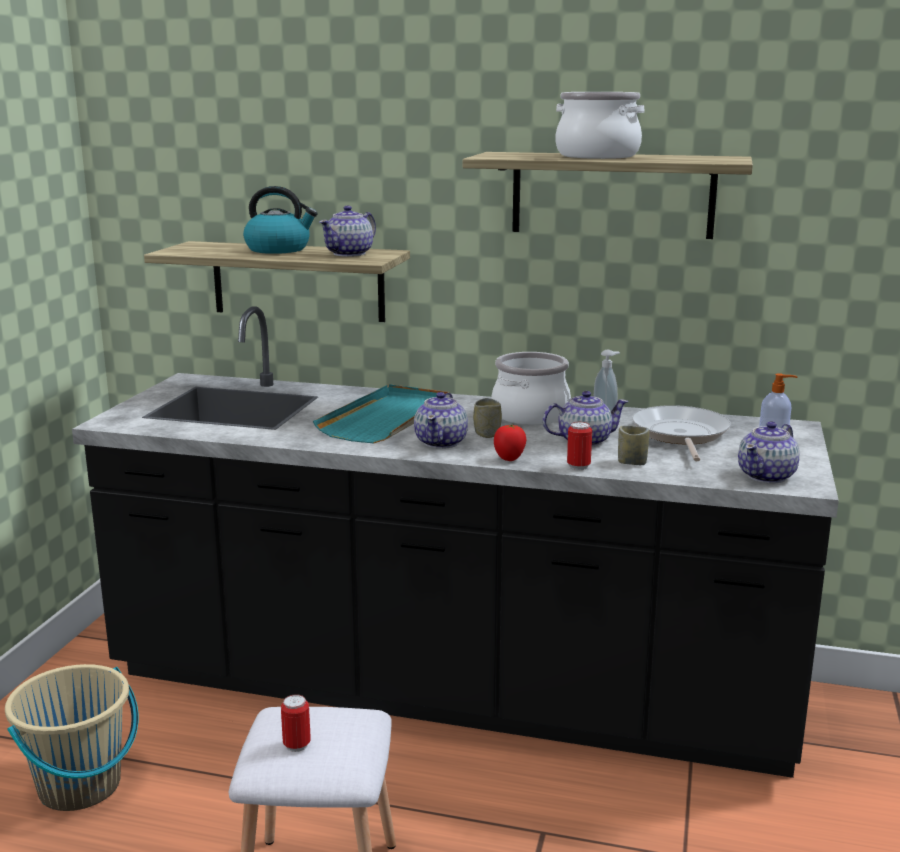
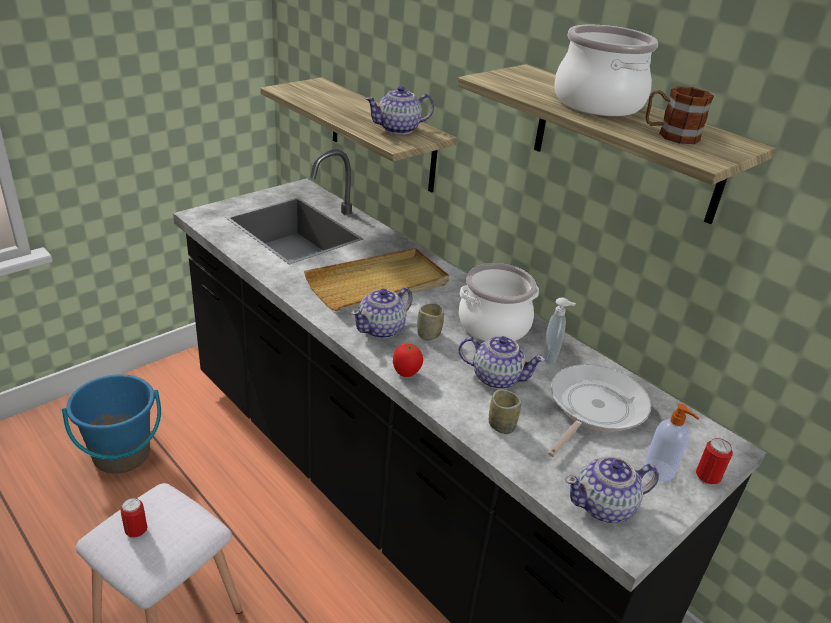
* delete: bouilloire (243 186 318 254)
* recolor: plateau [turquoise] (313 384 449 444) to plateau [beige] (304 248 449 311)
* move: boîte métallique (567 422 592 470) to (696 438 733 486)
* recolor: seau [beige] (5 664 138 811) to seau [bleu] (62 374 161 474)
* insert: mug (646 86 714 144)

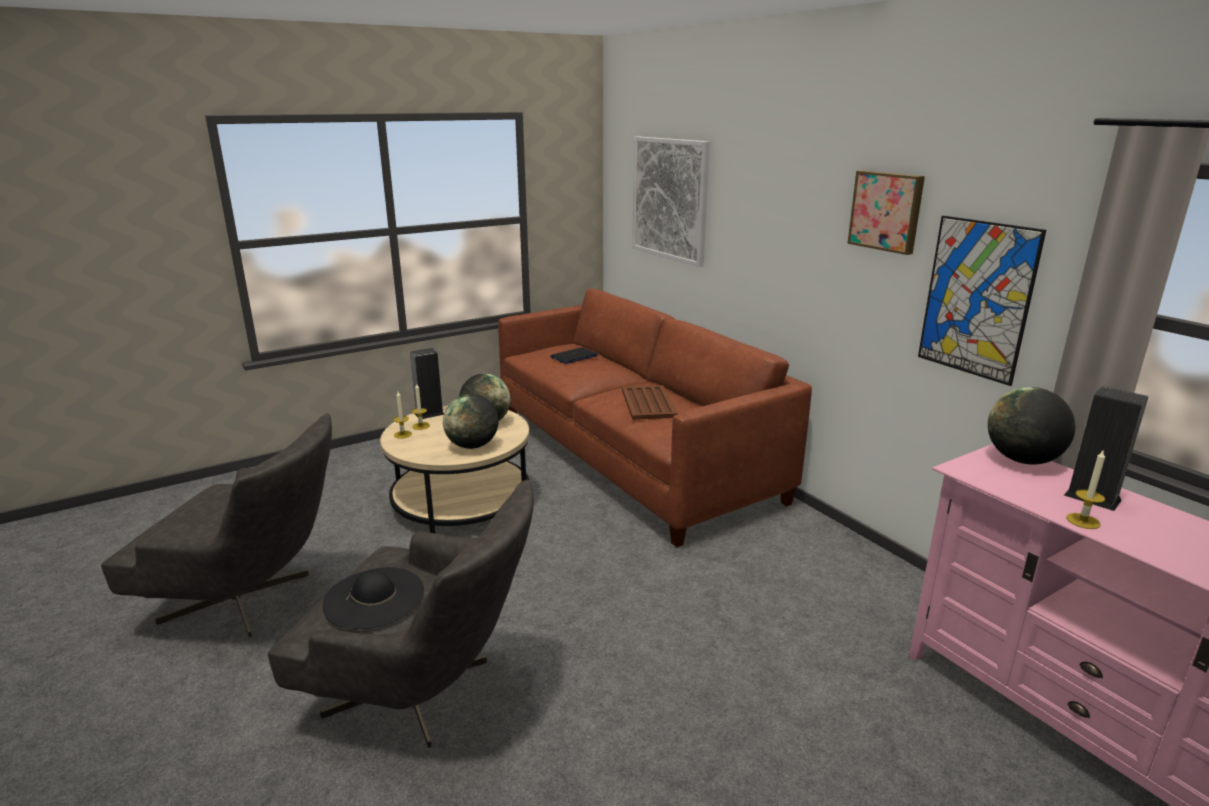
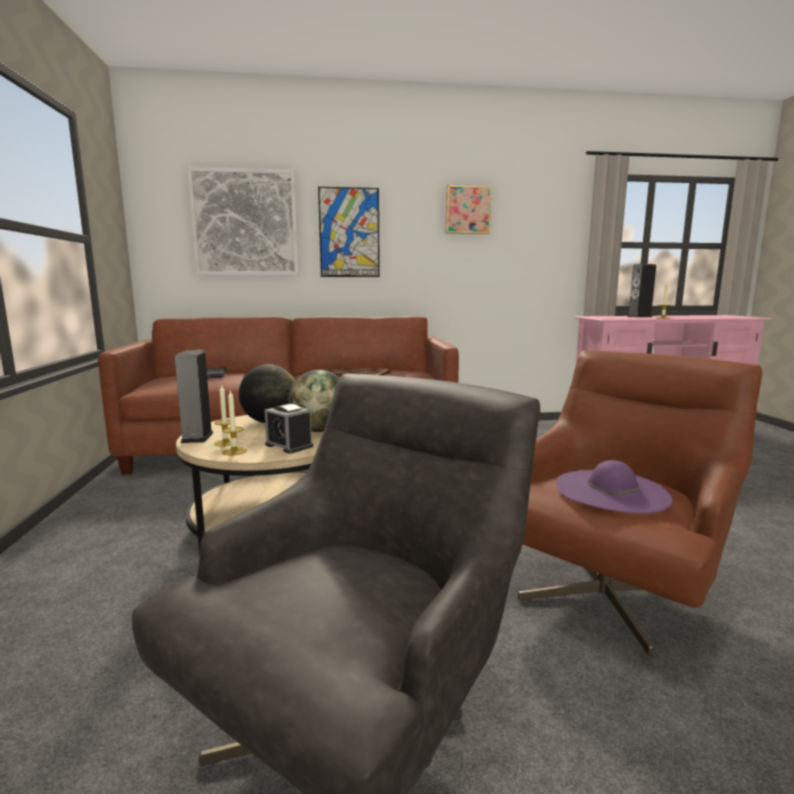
* move: tableau (918 216 1046 386) to (318 187 380 277)
* delete: globe (988 387 1075 465)
* recolor: fauteuil [gris] (268 480 534 748) to fauteuil [marron] (518 350 763 655)
* recolor: chapeau [noir] (323 567 424 629) to chapeau [violet] (556 460 673 514)
* insert: réveil (265 404 313 454)

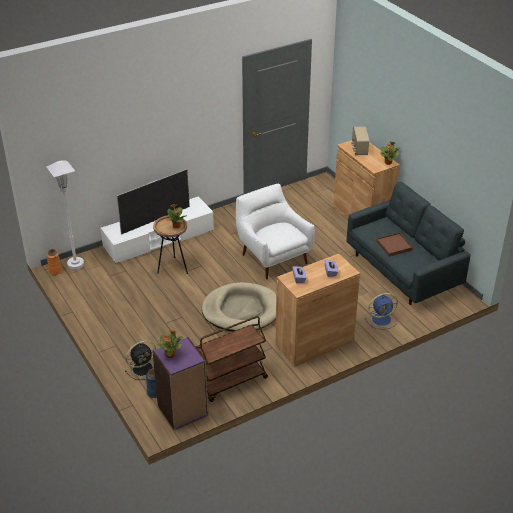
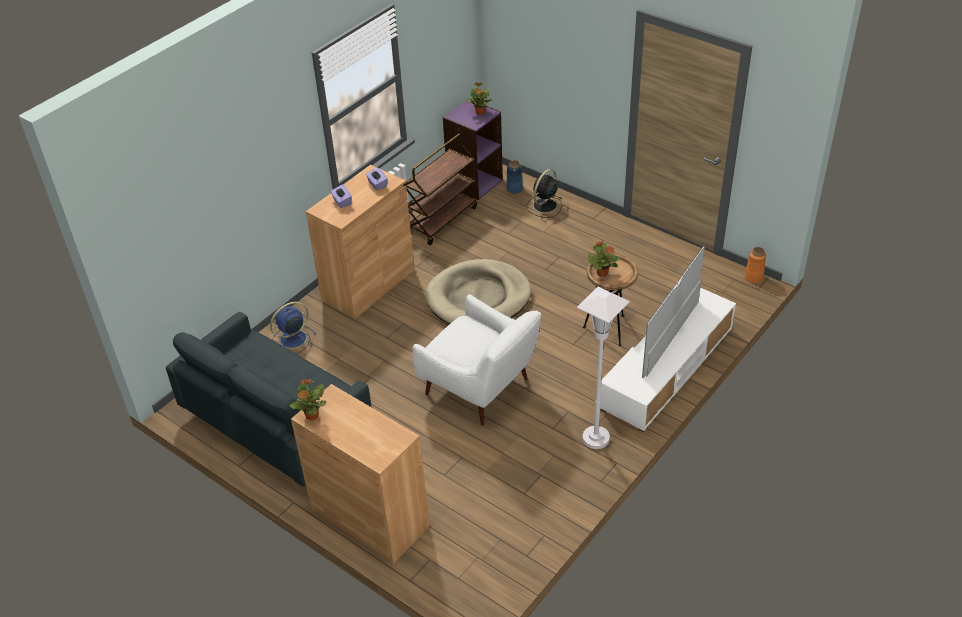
* delete: radio (351 127 369 155)
* move: lampadaire [blanc] (46 160 84 269) to (577 287 630 449)
* delete: plateau [marron] (376 233 413 257)

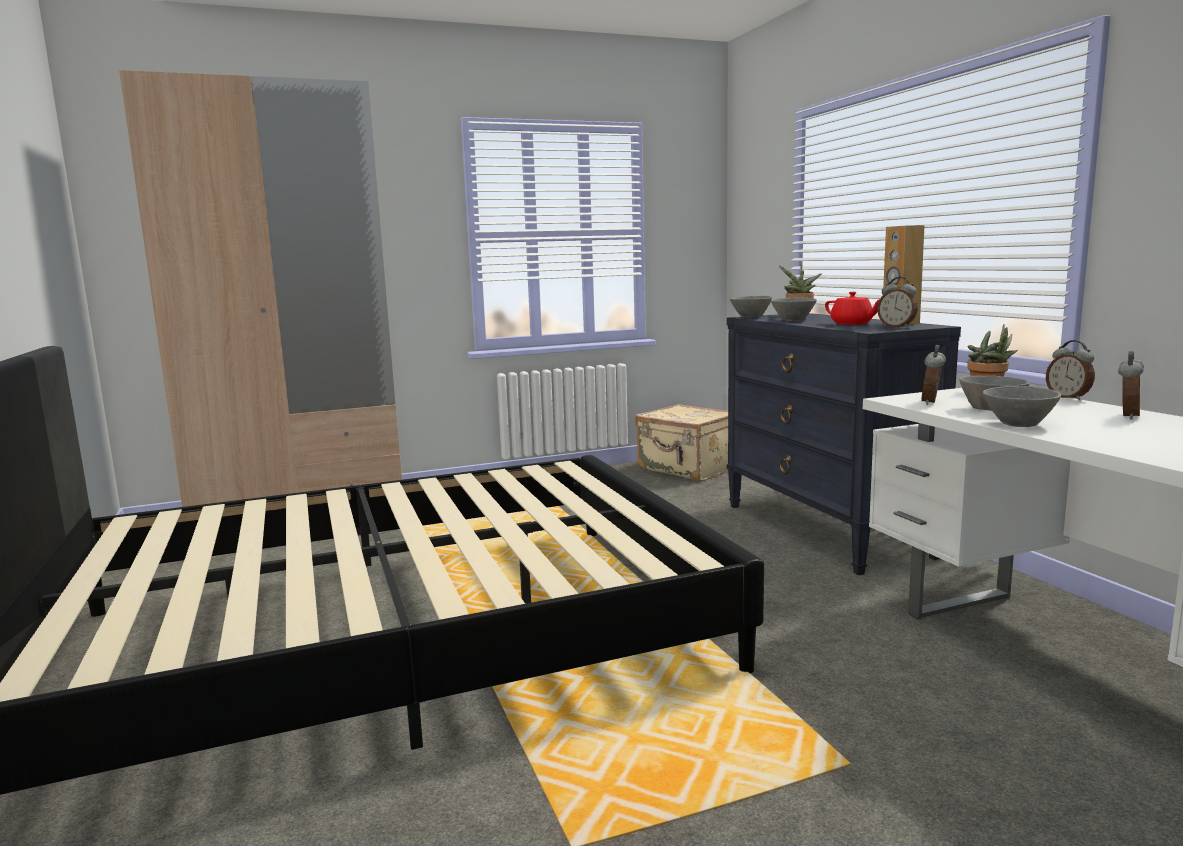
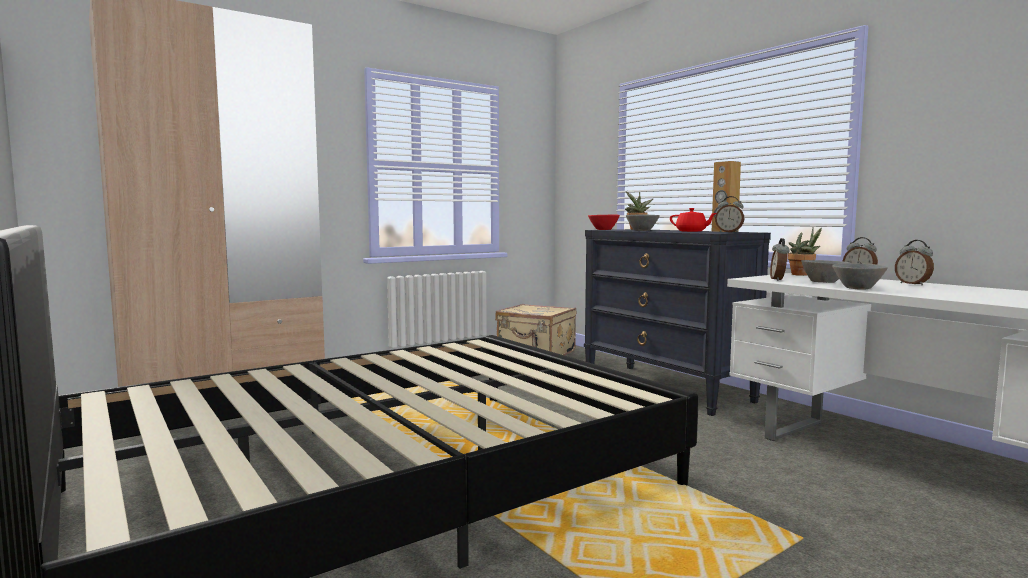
* recolor: bol [gris] (730 296 772 318) to bol [rouge] (588 214 620 230)
* rotate: réveil (1118 351 1144 419) = (895 240 934 285) 135 degrees clockwise

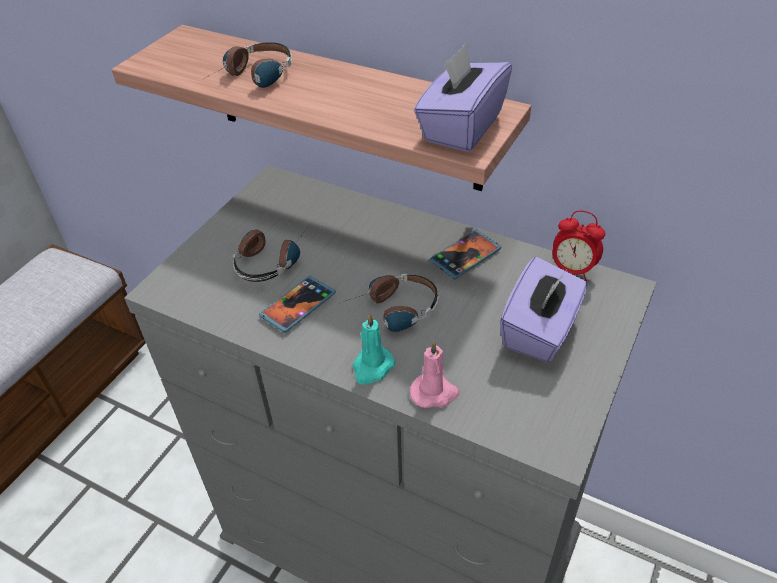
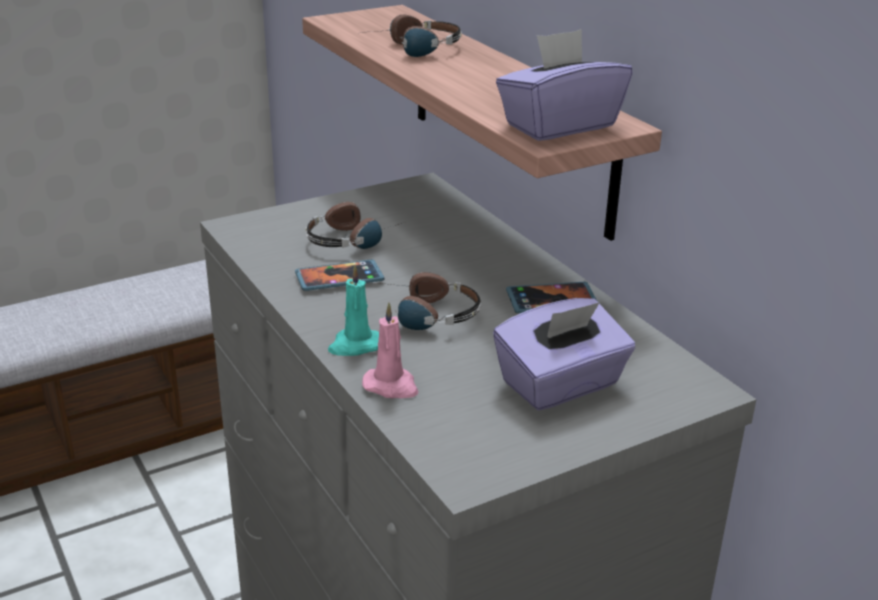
* delete: réveil (553 211 605 282)

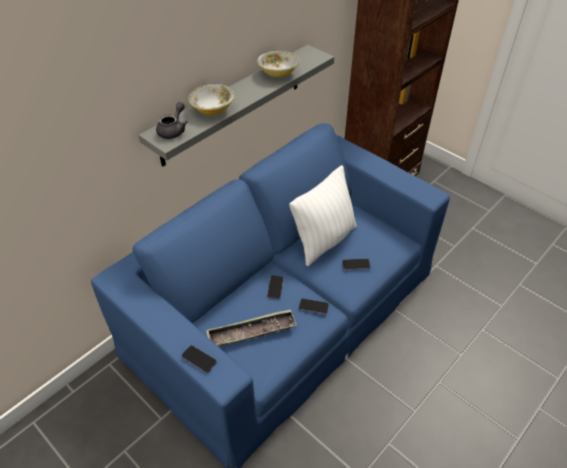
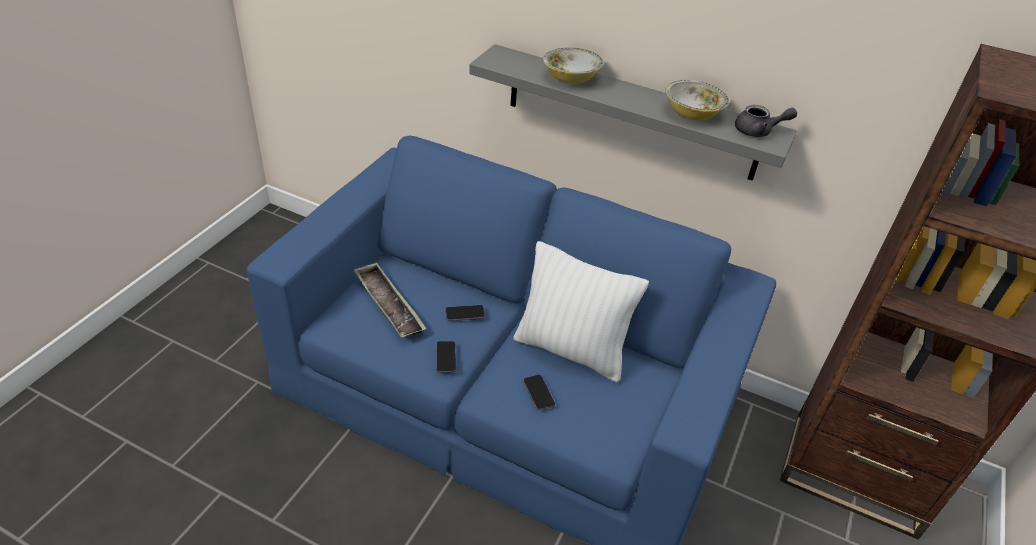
* move: théière [gris] (156 102 188 139) to (735 105 797 137)
* delete: téléphone (181 345 217 373)

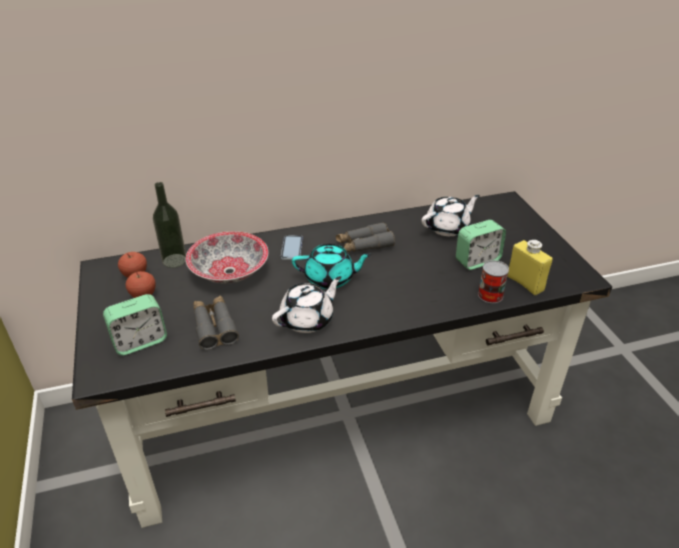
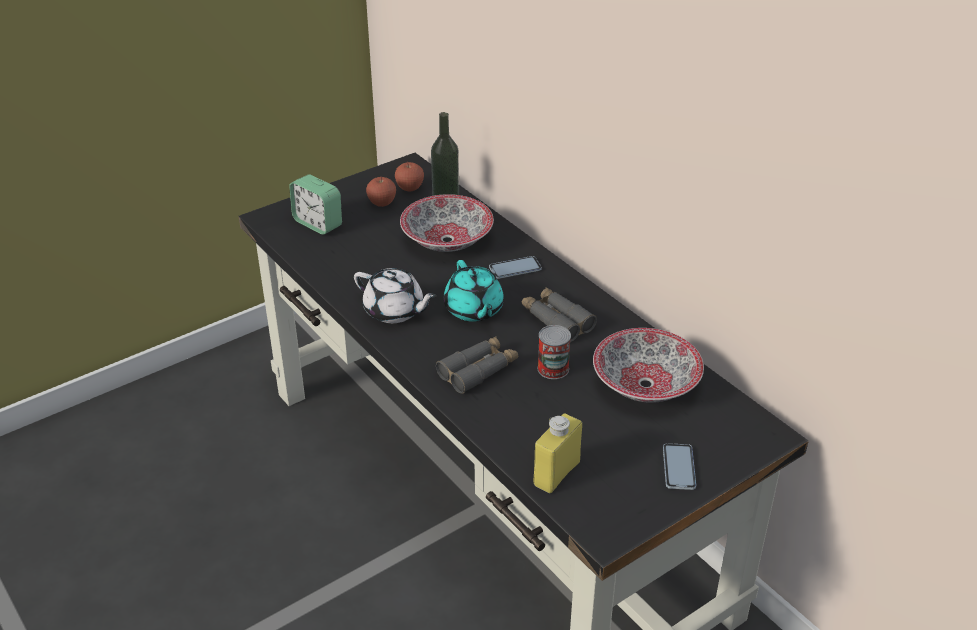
* replace: théière [blanc] (421 195 480 236) to bol (593 328 704 403)
* delete: réveil (456 220 506 270)
* move: boîte métallique (478 260 509 303) to (538 325 571 379)
* move: jumelles [gris] (193 296 239 350) to (436 336 518 394)
* insert: téléphone (663 443 696 490)

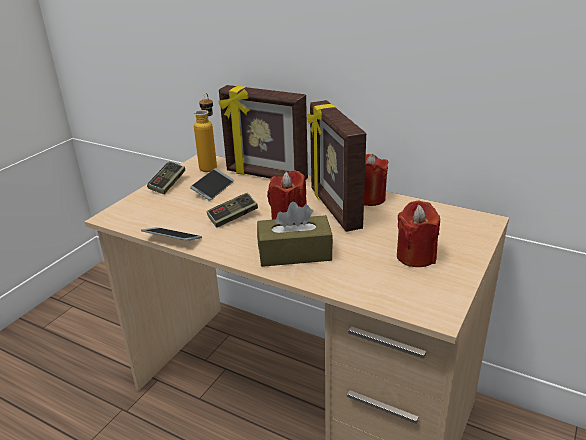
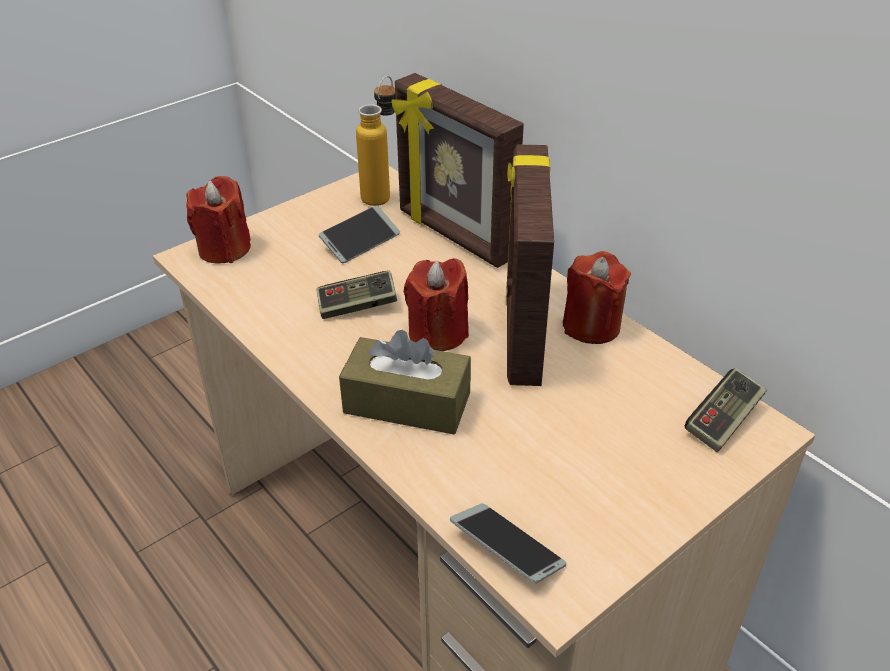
* move: manette (147 161 185 194) to (685 368 767 452)
* move: bougie [rouge] (397 201 440 267) to (186 176 251 264)
* move: téléphone (141 227 202 241) to (450 503 567 584)

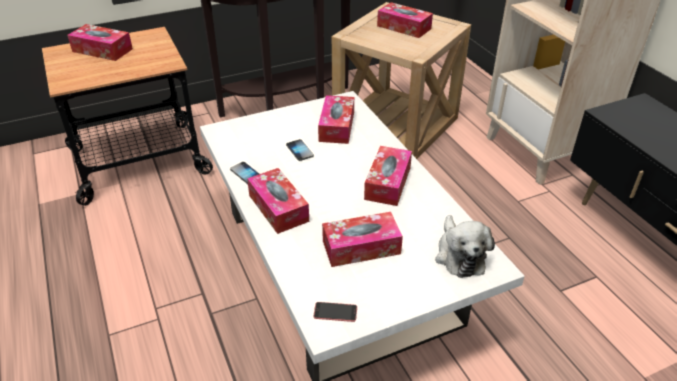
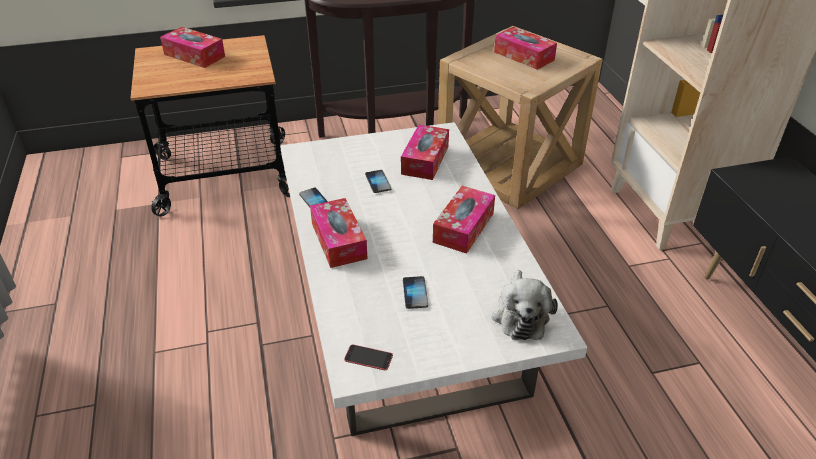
* replace: boîte à mouchoirs (322 212 403 267) to téléphone (403 276 428 309)

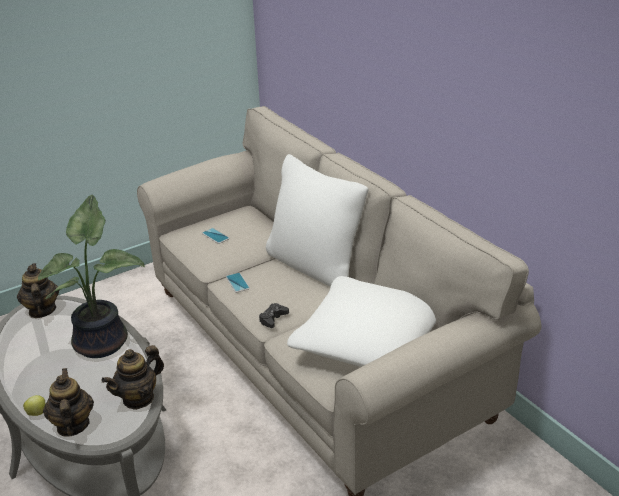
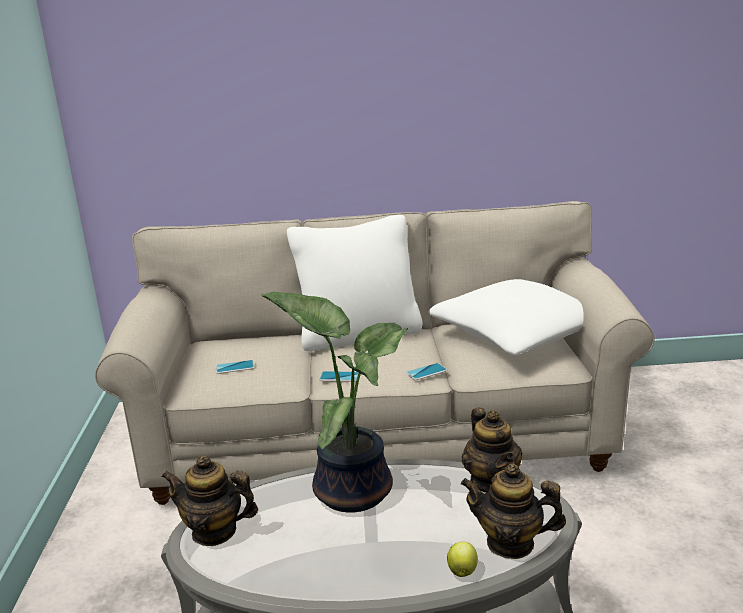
* replace: manette [noir] (259 303 289 328) to téléphone (406 363 447 380)

